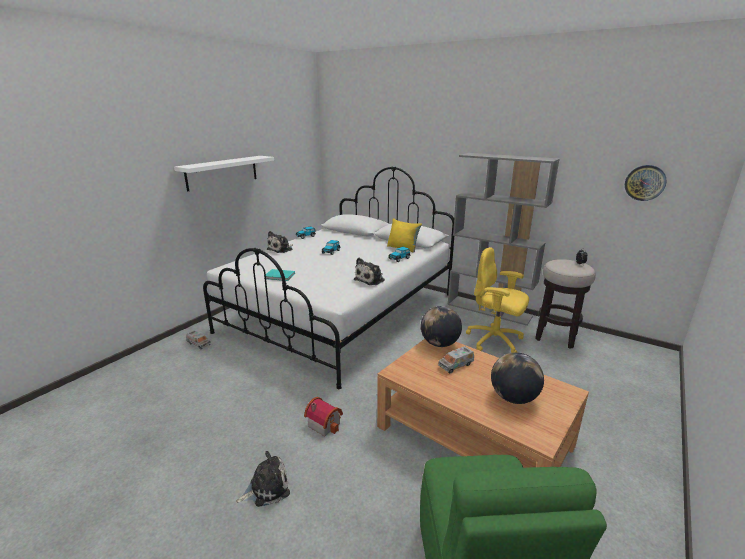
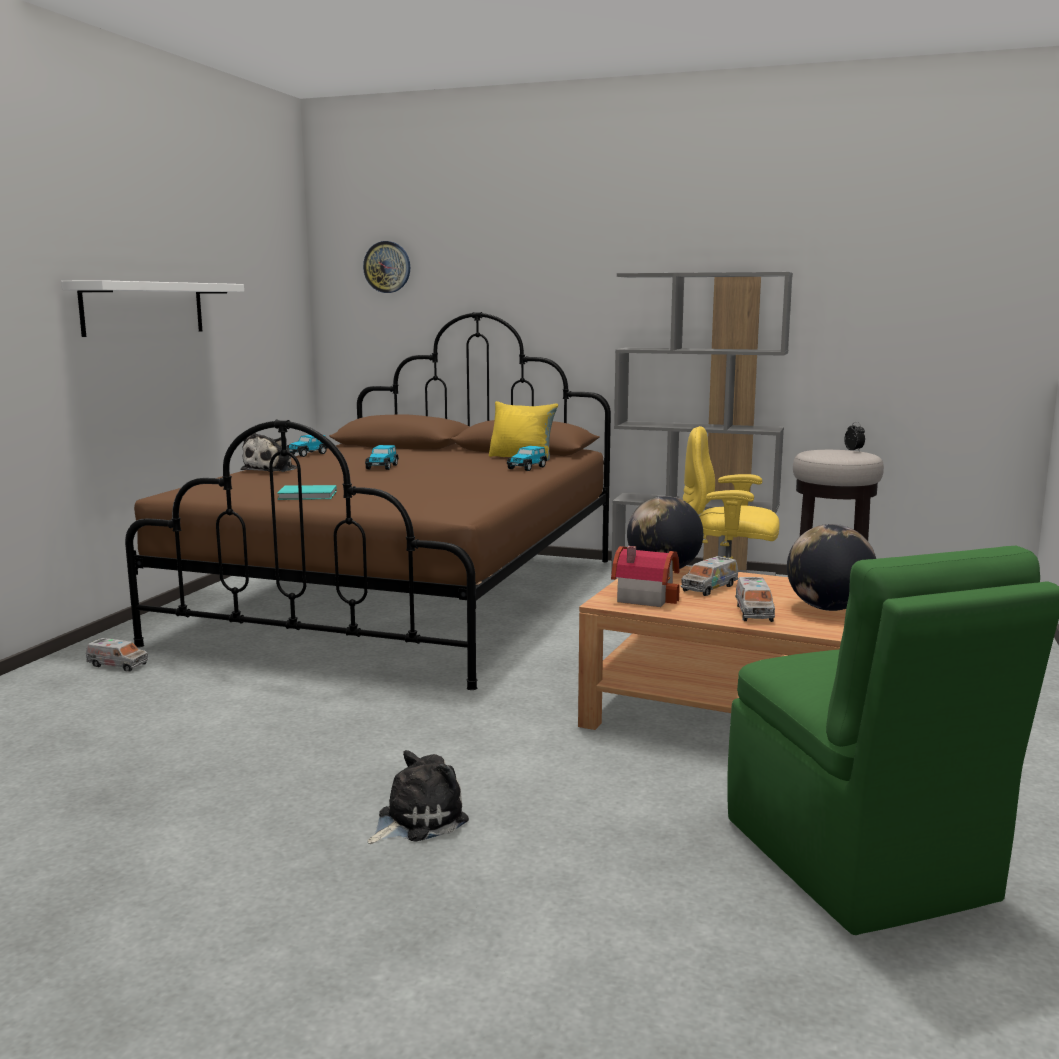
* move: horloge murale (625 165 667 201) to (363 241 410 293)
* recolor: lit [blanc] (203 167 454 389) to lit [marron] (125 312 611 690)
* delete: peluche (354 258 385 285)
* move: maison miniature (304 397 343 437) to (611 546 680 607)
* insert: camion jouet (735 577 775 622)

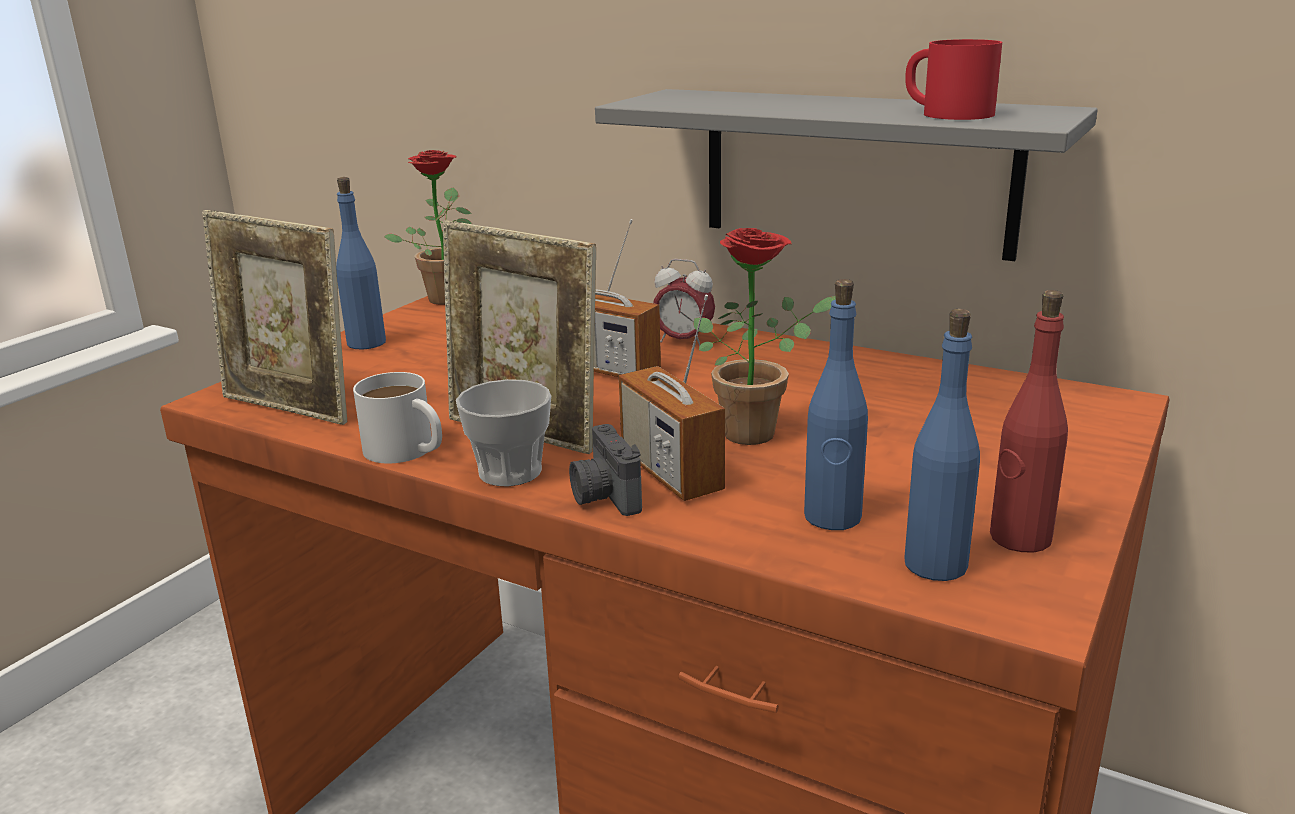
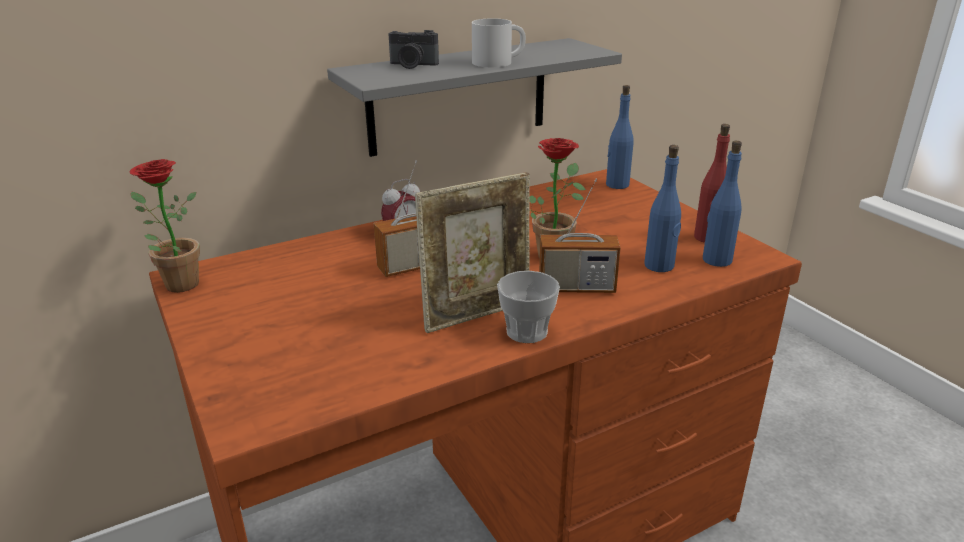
* delete: mug [rouge] (905 39 1002 120)
* move: bouteille [bleu] (336 177 386 350) to (606 85 634 189)
* delete: cadre photo (202 210 347 425)
* move: mug [blanc] (353 372 442 463) to (472 18 526 67)
* move: appareil photo (569 424 642 516) to (388 30 439 69)

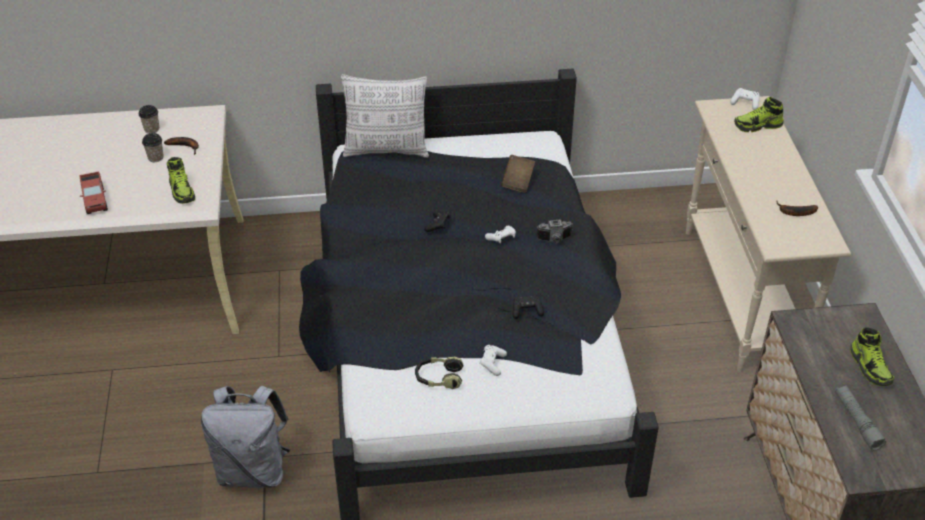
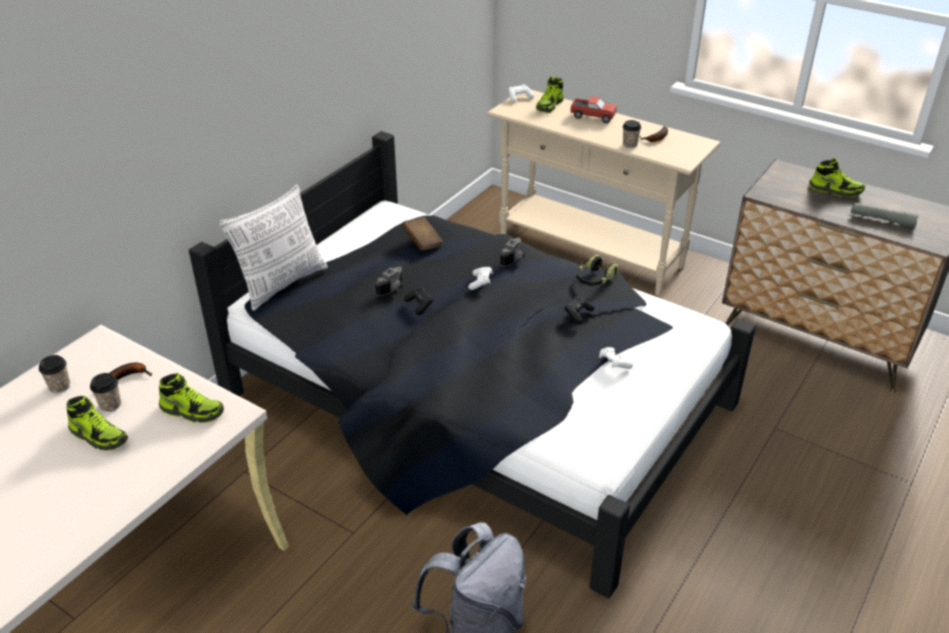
* move: camion jouet (79 171 108 214) to (570 96 617 123)
* move: casque audio (415 356 464 389) to (576 255 619 286)
* insert: tasse (623 120 641 148)
* insert: appareil photo (375 266 403 296)
* insert: chaussure (66 396 128 451)

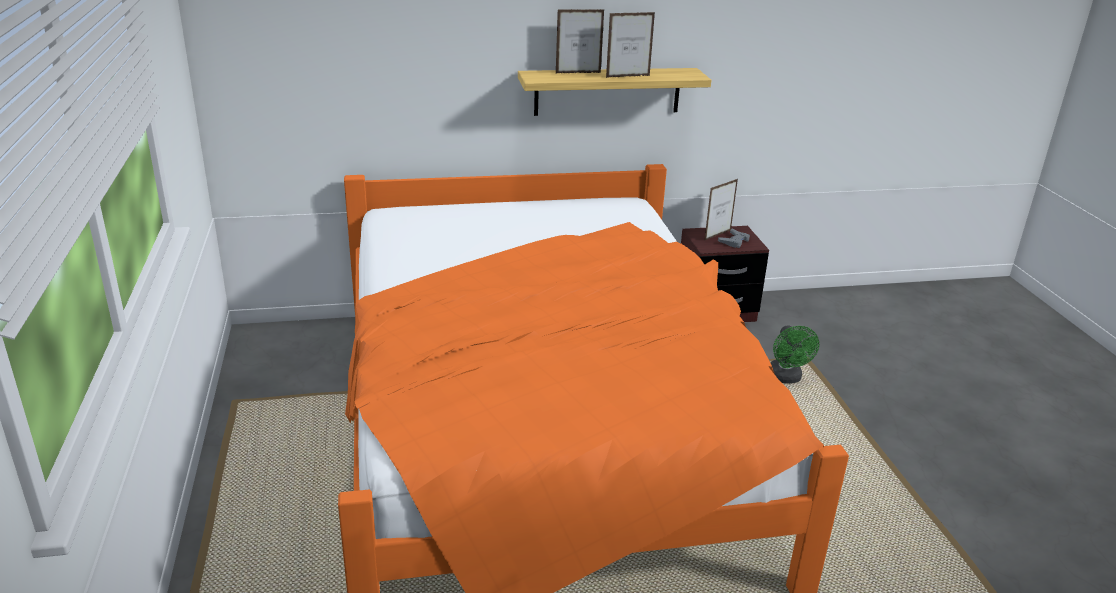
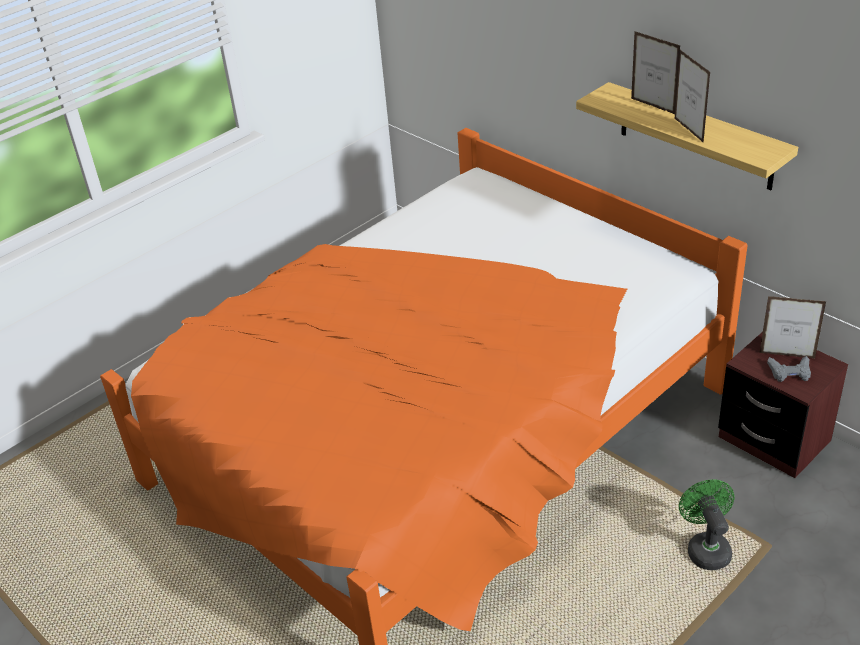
* rotate: cadre photo (606 12 655 78) = (674 50 710 142) 150 degrees counterclockwise
* rotate: ventilateur [vert] (770 325 819 384) = (679 479 734 570) 120 degrees clockwise

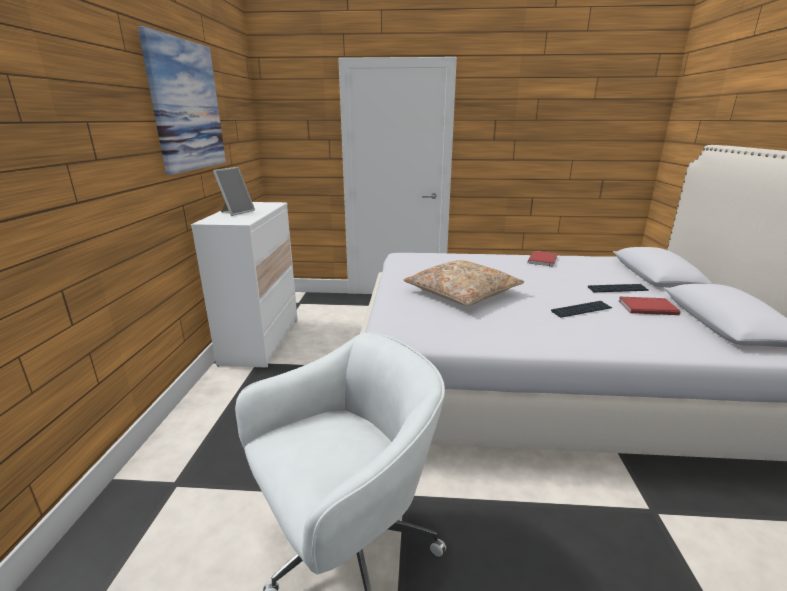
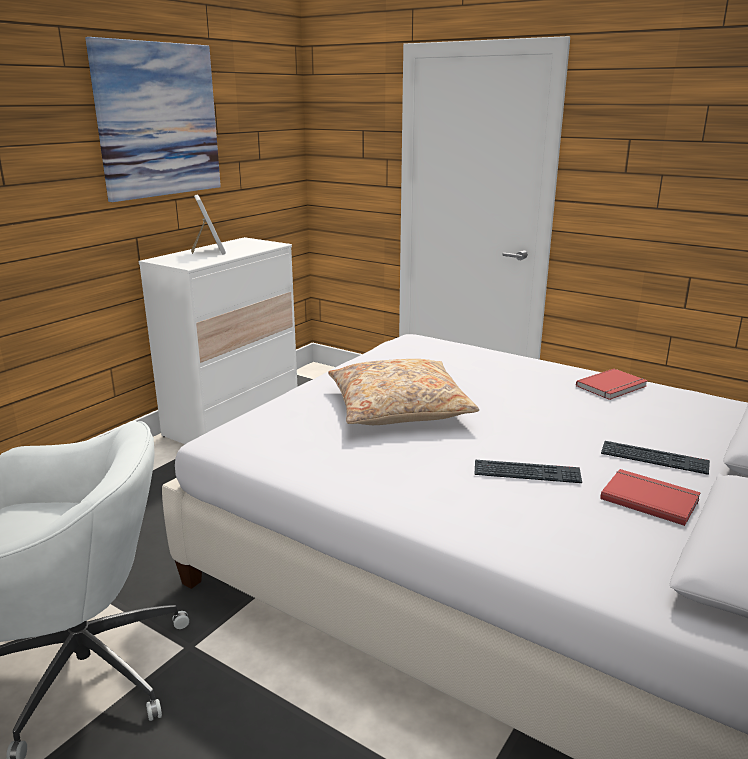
* rotate: cadre photo (213 167 255 216) = (191 195 226 255) 75 degrees counterclockwise

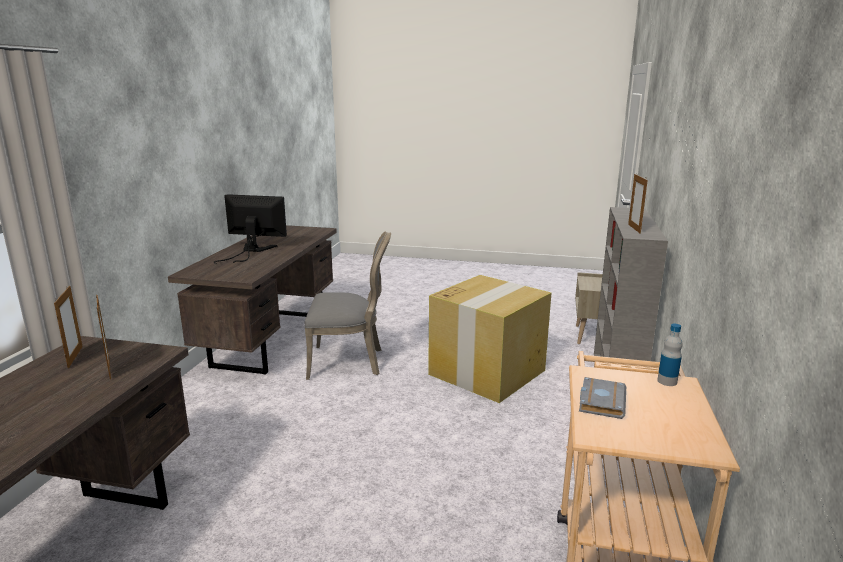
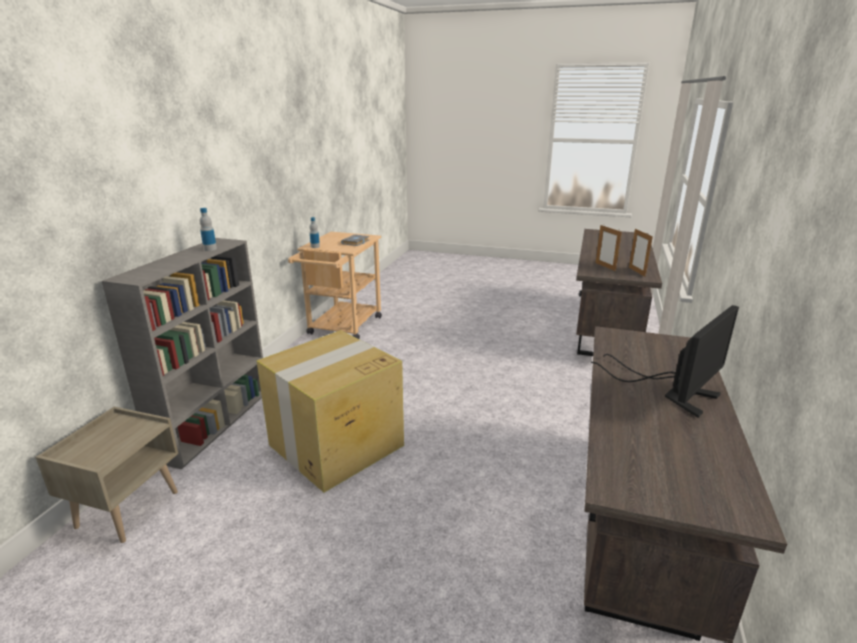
* replace: cadre photo (628 174 648 234) to bouteille (200 208 217 251)
* rotate: écran d'ordinateur (214 194 287 264) = (591 305 739 418) 60 degrees counterclockwise
* delete: chaise [gris] (304 231 391 380)

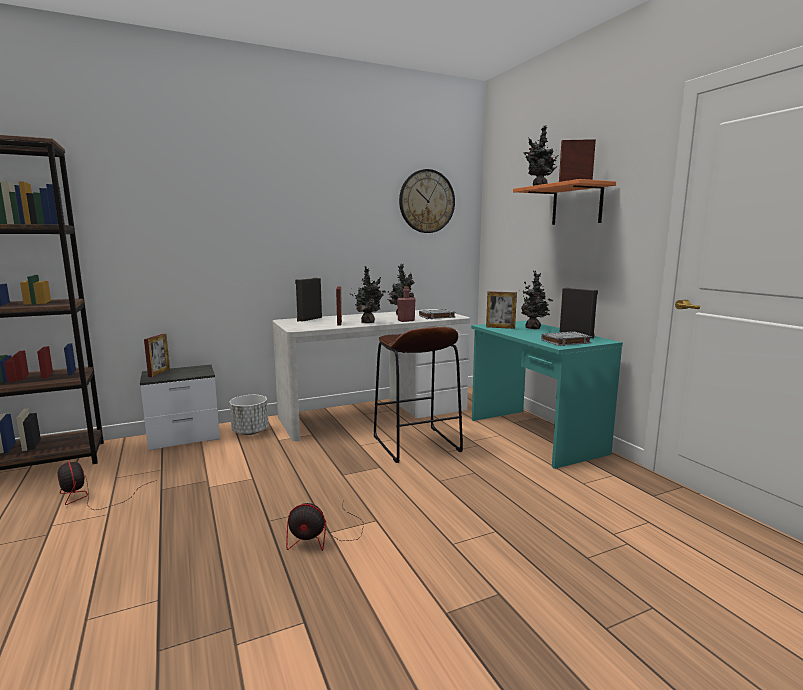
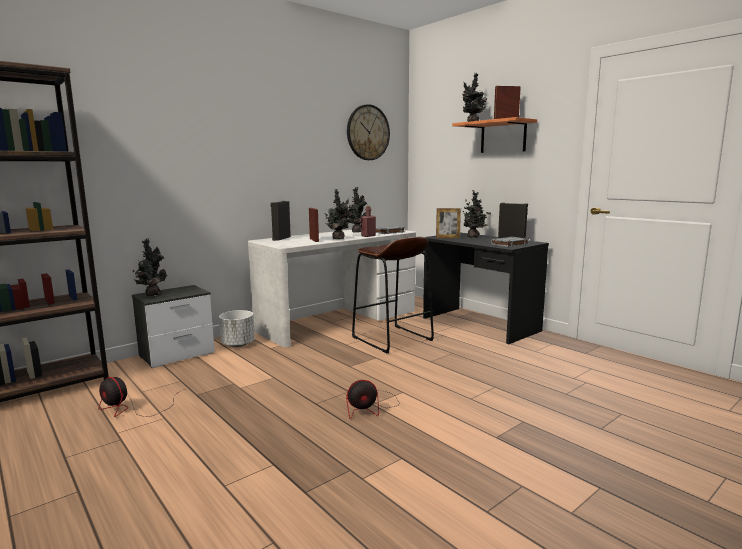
* recolor: bureau [turquoise] (471 321 623 469) to bureau [noir] (423 233 549 344)
* replace: cadre photo (144 334 170 377) to plante en pot (133 238 167 296)

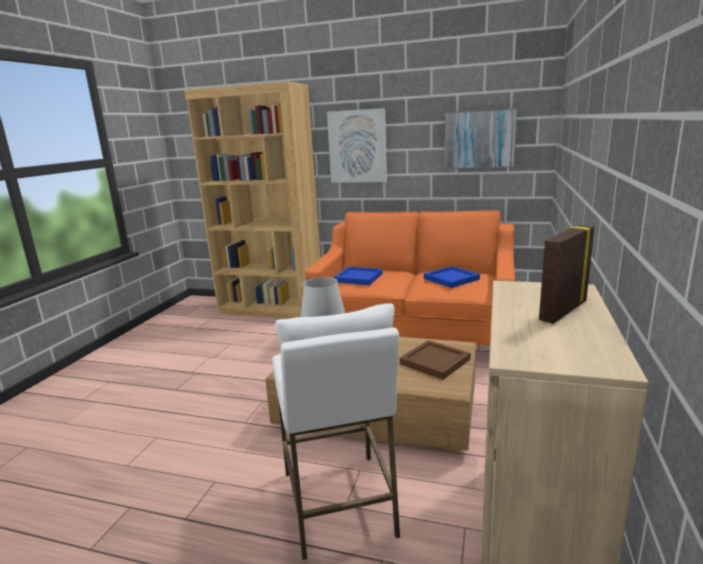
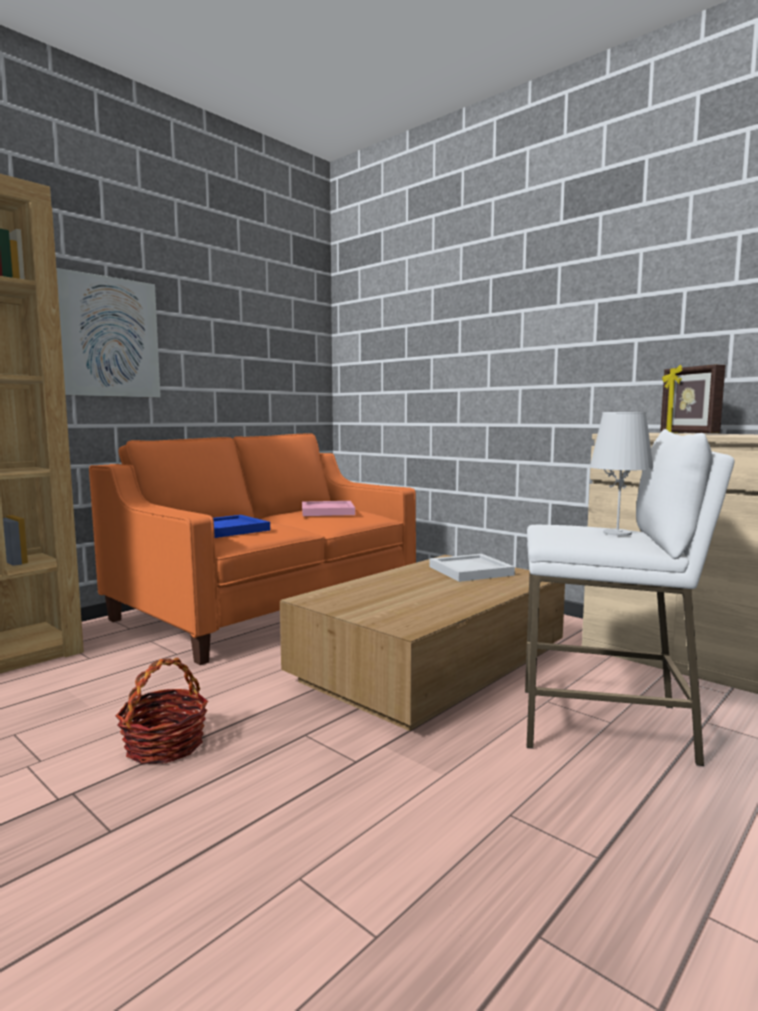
* delete: tableau (444 108 518 169)
* recolor: plateau [bleu] (424 266 480 288) to plateau [rose] (302 501 355 516)
* recolor: plateau [marron] (400 340 471 380) to plateau [blanc] (430 554 515 582)
* insert: panier (116 658 208 764)

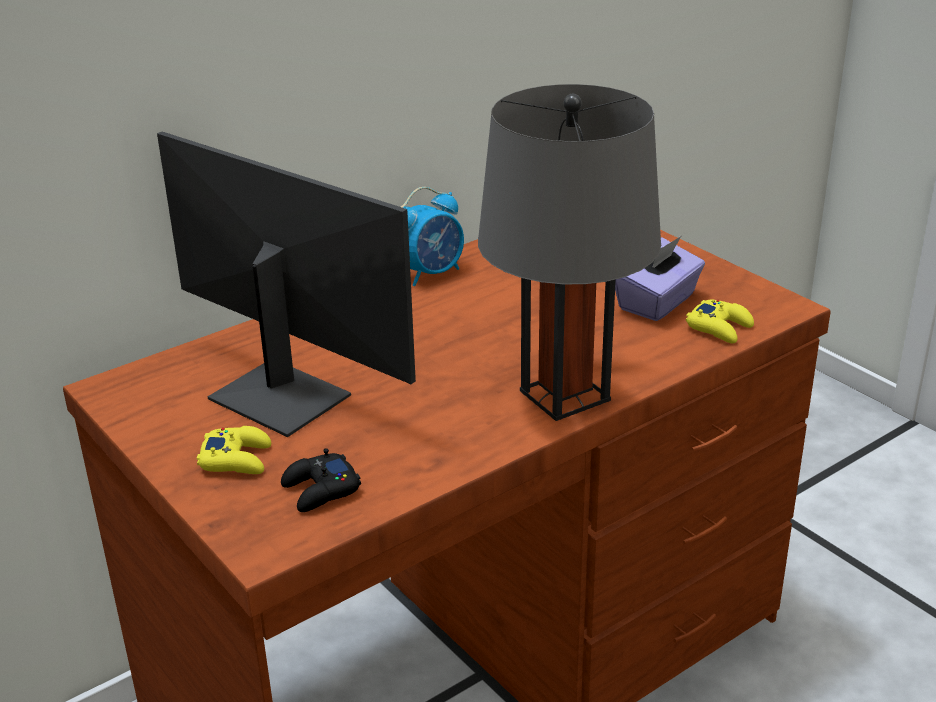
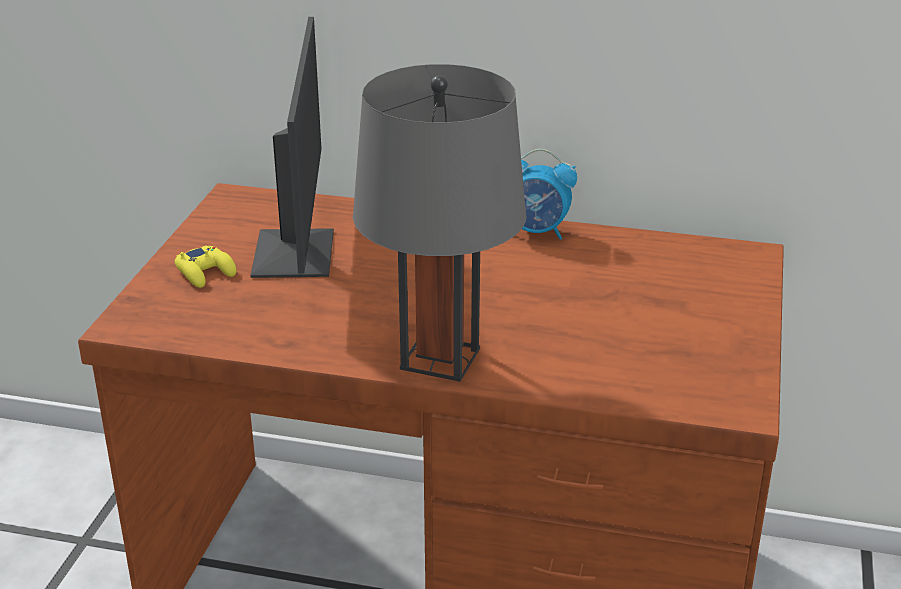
* delete: boîte à mouchoirs [violet] (615 236 705 321)
* delete: manette [jaune] (686 300 754 343)
* delete: manette [noir] (281 448 361 512)

